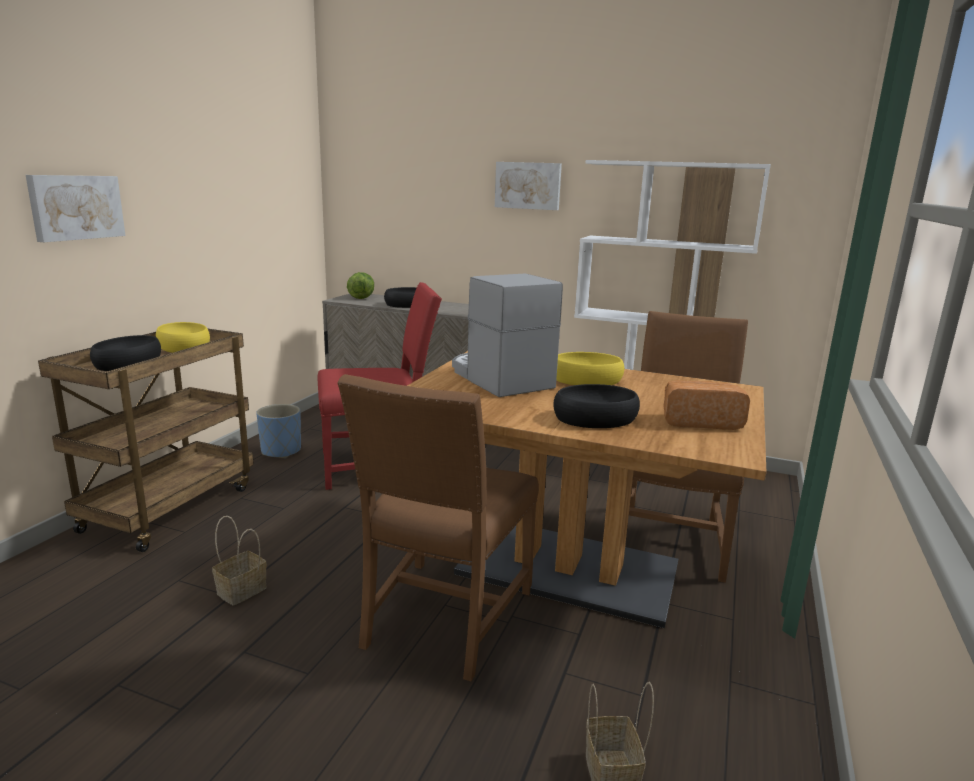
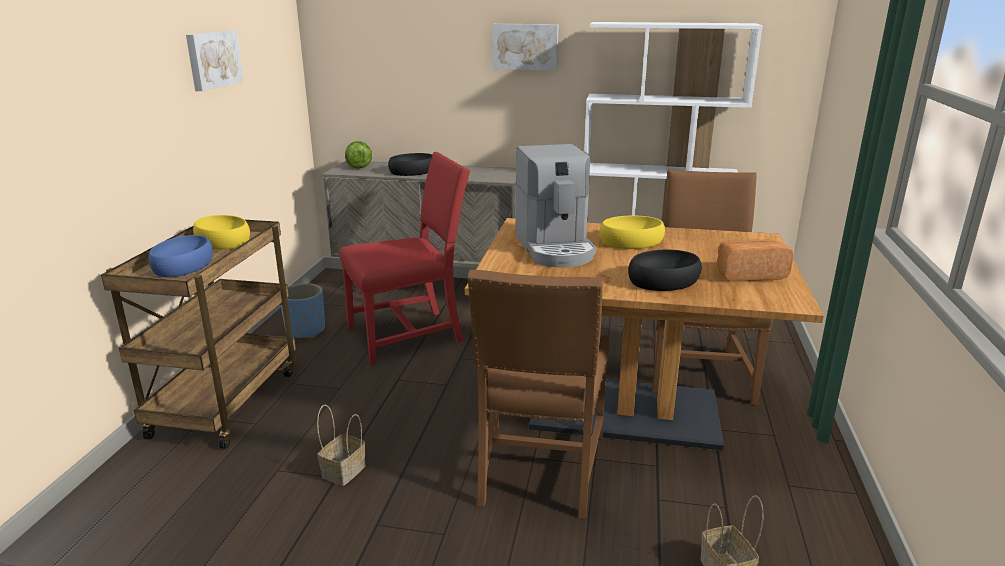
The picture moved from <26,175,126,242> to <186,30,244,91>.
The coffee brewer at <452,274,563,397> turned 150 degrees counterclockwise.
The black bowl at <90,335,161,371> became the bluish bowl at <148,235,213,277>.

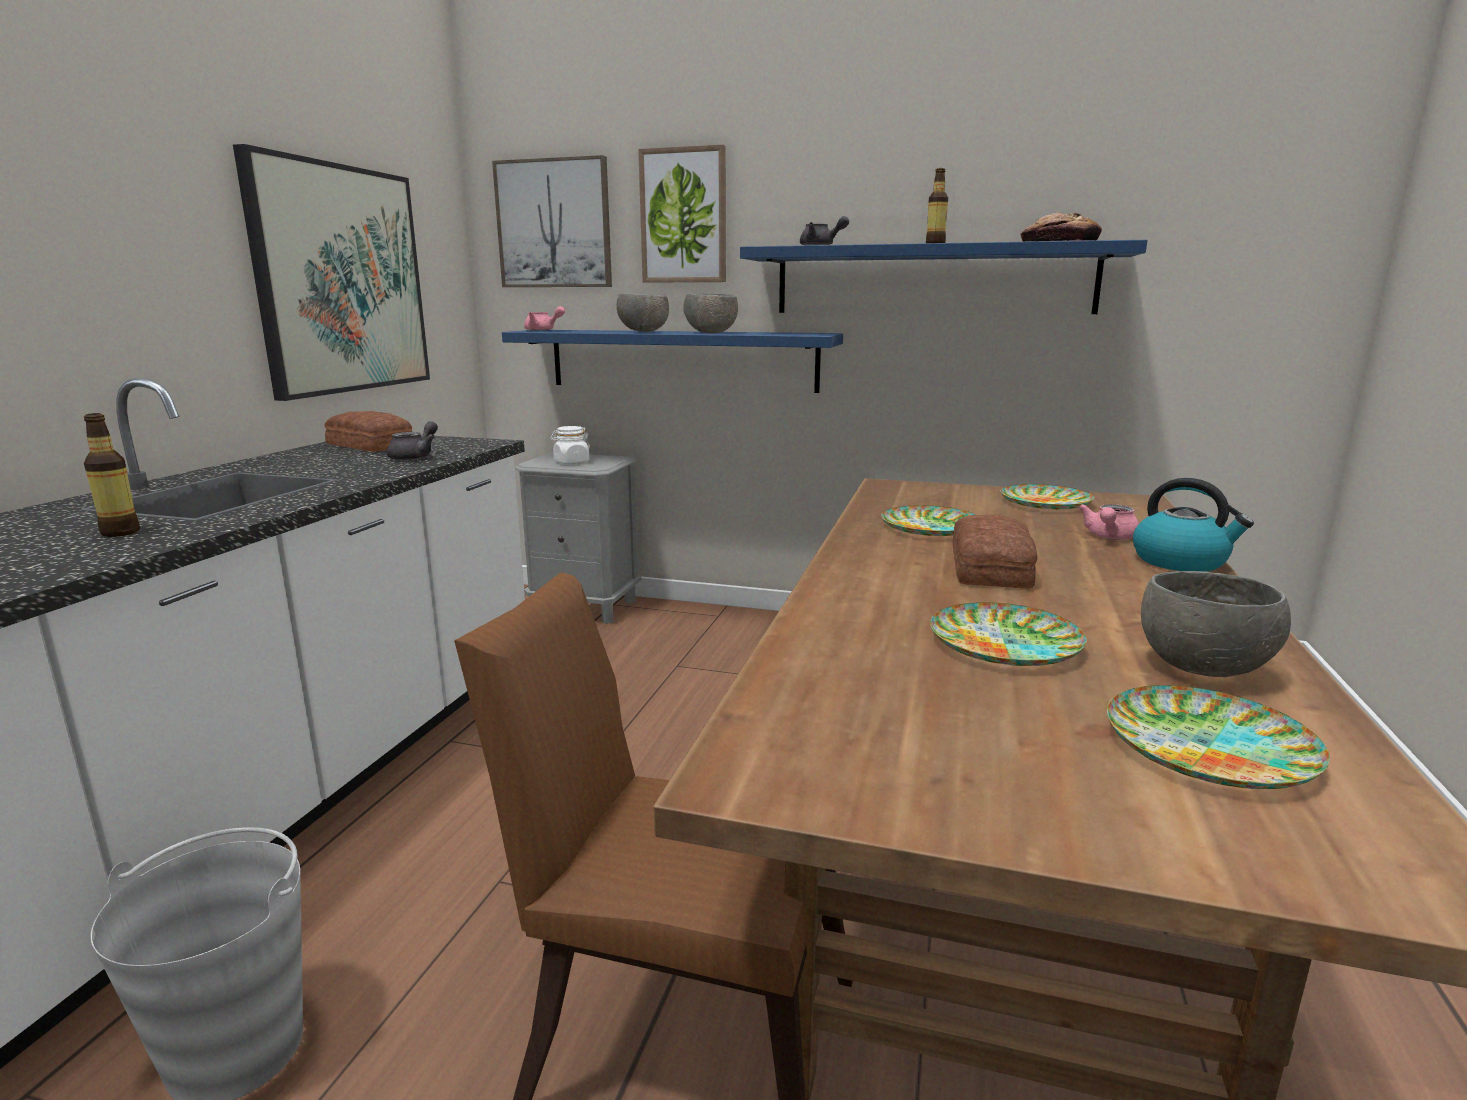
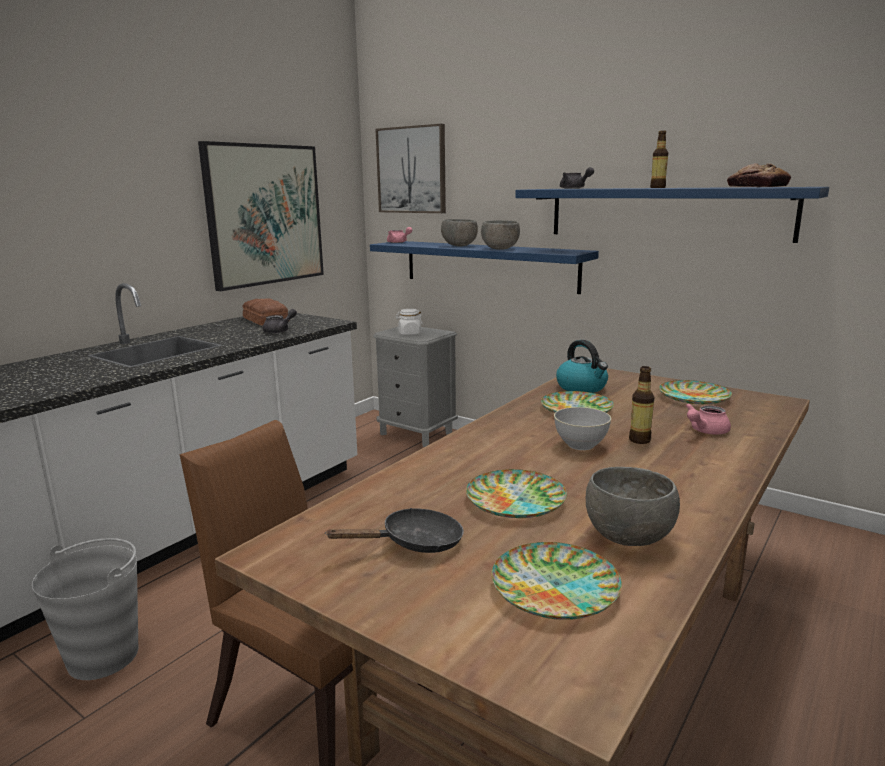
The picture at <638,145,726,283> disappeared.
The drink bottle moved from <84,413,140,537> to <629,366,654,444>.
The kettle moved from <1133,478,1254,572> to <556,340,608,393>.
The bread at <952,515,1037,589> was replaced by the gray bowl at <554,407,611,450>.
The black frying pan at <325,508,464,553> appeared.

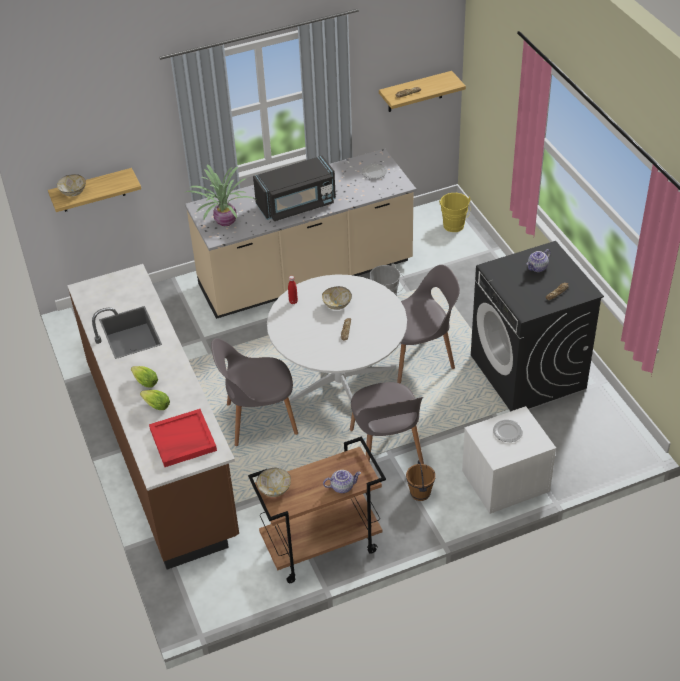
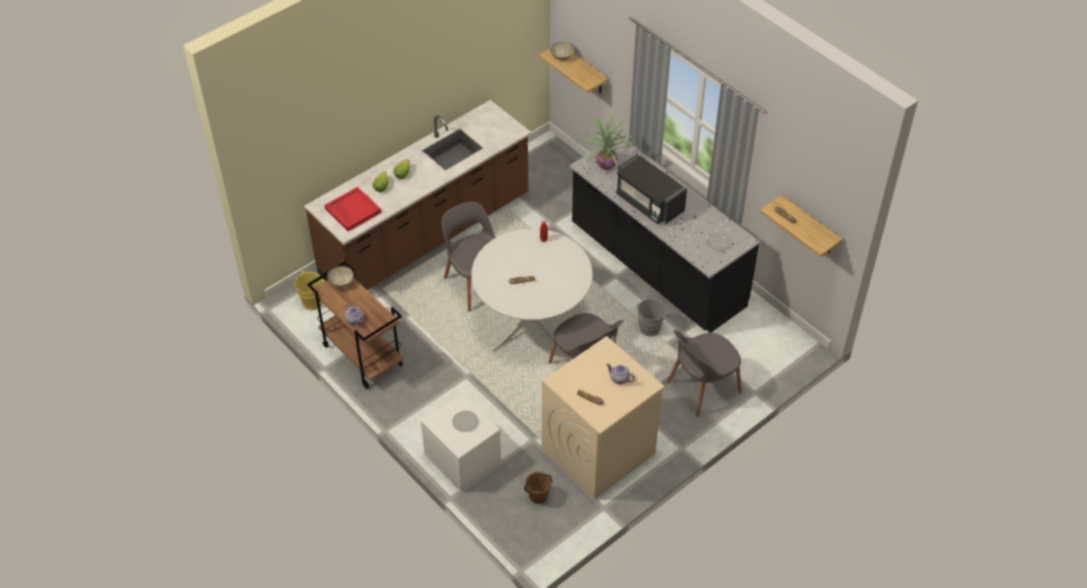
The sand-coloured counter at <185,149,416,319> became the black counter at <570,136,760,333>.
The yellow pail moved from <439,193,470,232> to <291,270,323,310>.
The black laundry appliance at <471,241,604,411> became the sand-coloured laundry appliance at <542,336,665,500>.
The bowl at <322,286,352,310> disappeared.
The gray upright chair moved from <350,382,424,464> to <667,330,742,417>.
The brownish pail moved from <406,460,436,501> to <524,472,553,504>.

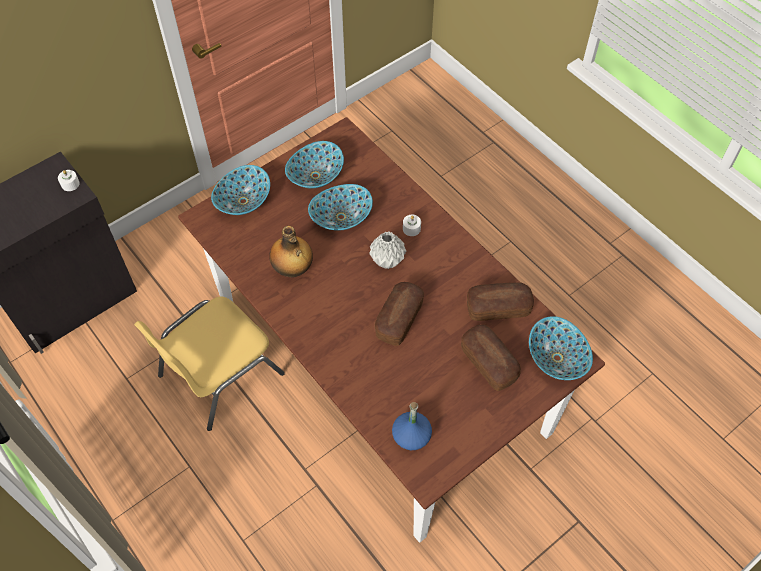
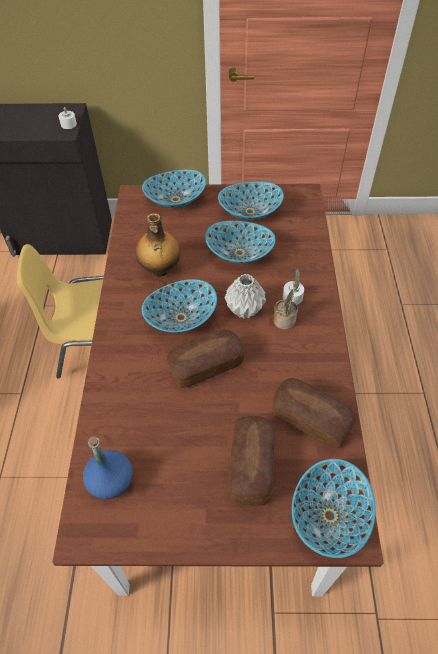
The potted plant at <273,269,300,330> appeared.
The bowl at <142,279,217,333> appeared.

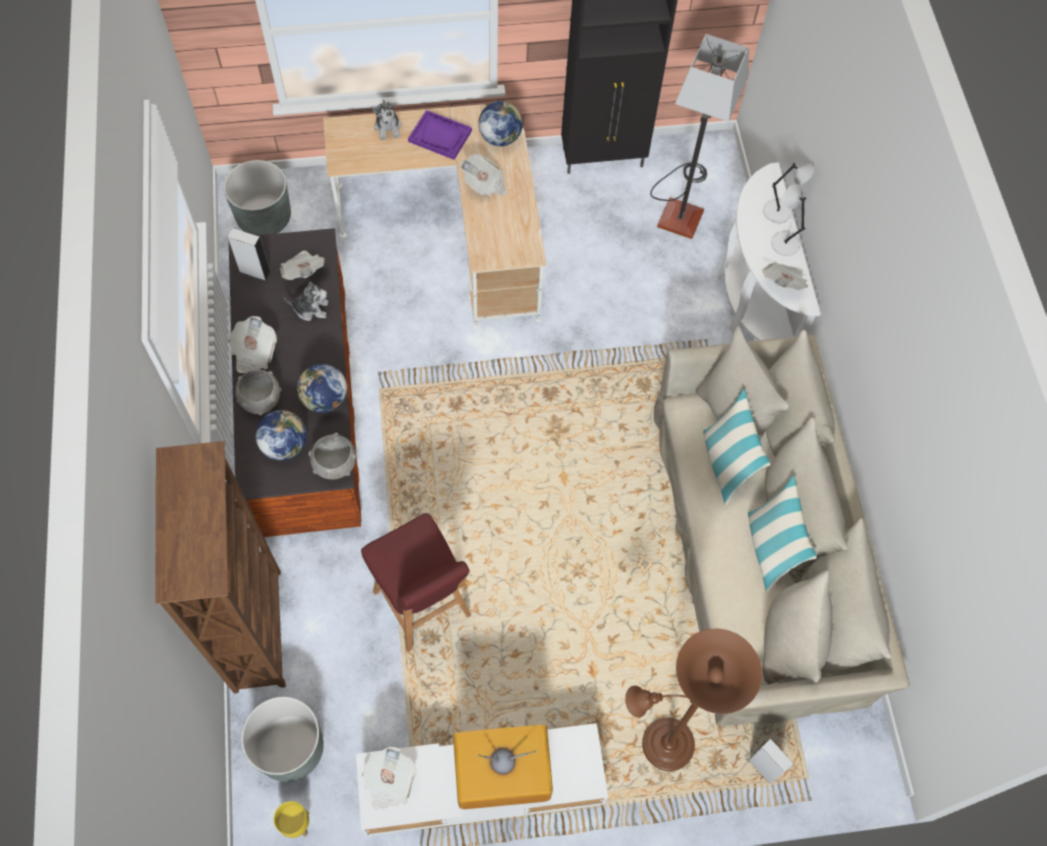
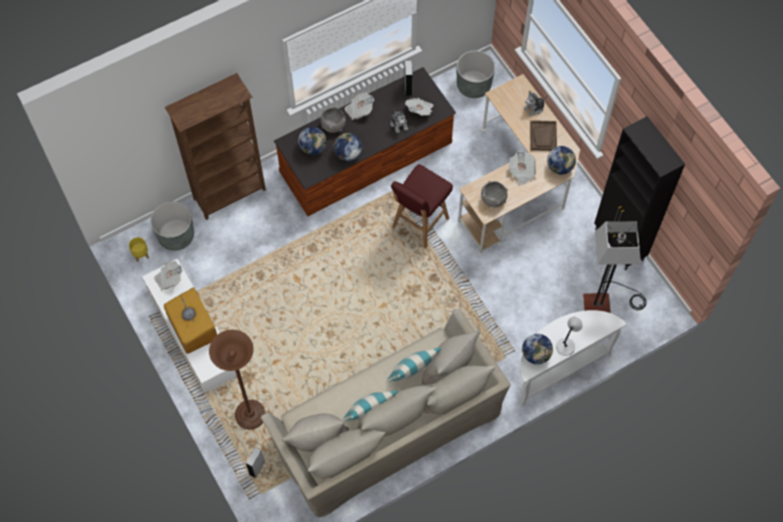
The purplish serving tray at <408,110,472,160> became the brownish serving tray at <530,120,557,151>.
The gray tabletop lamp at <763,163,814,223> disappeared.
The printed paper at <762,262,808,290> was replaced by the desk globe at <522,334,553,365>.
The gray bowl moved from <308,433,356,480> to <481,181,508,208>.
The red stool moved from <361,513,471,652> to <391,164,453,248>.

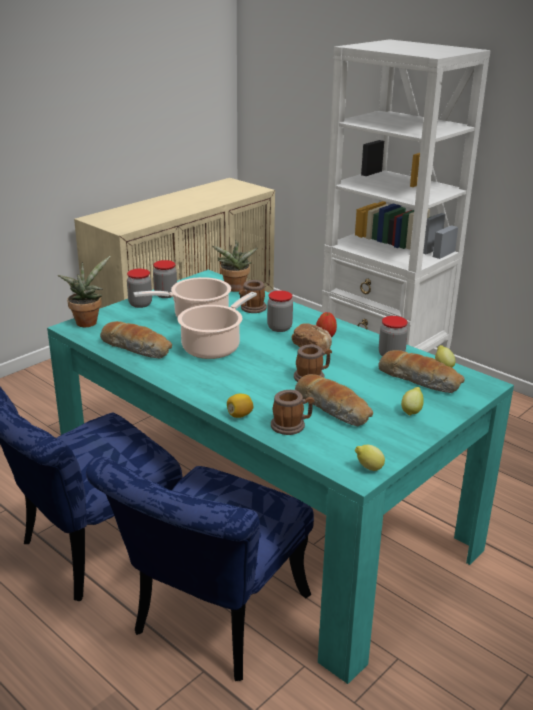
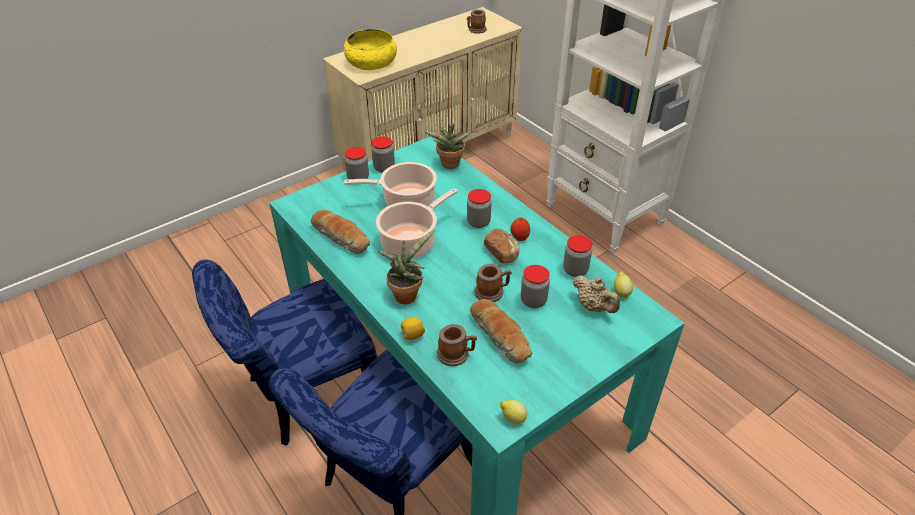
The potted plant moved from <58,256,111,327> to <377,230,435,304>.
The tea mug moved from <239,280,267,313> to <467,9,487,34>.
The bread at <379,350,465,393> was replaced by the sand-coloured teapot at <573,275,620,313>.
The citrus fruit at <401,387,424,416> disappeared.
The yellow bowl at <344,29,397,70> appeared.
The jar at <521,265,550,308> appeared.

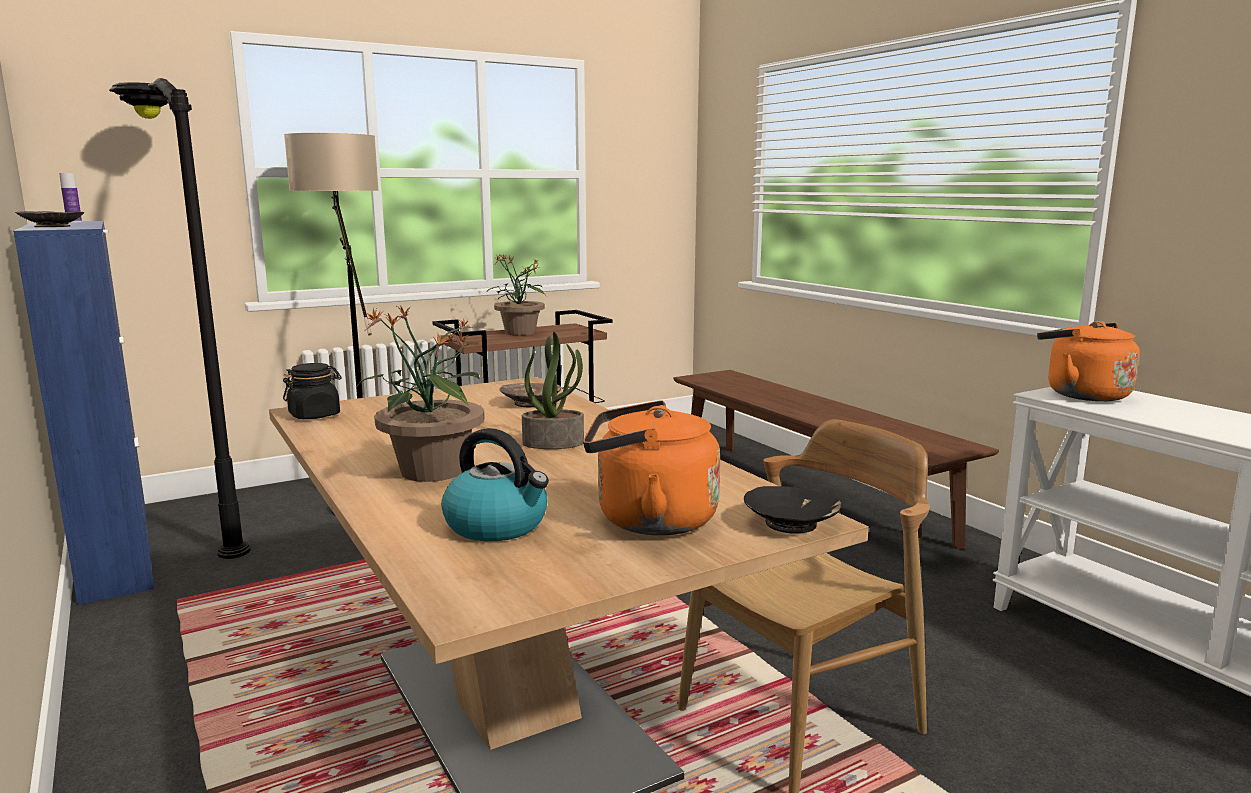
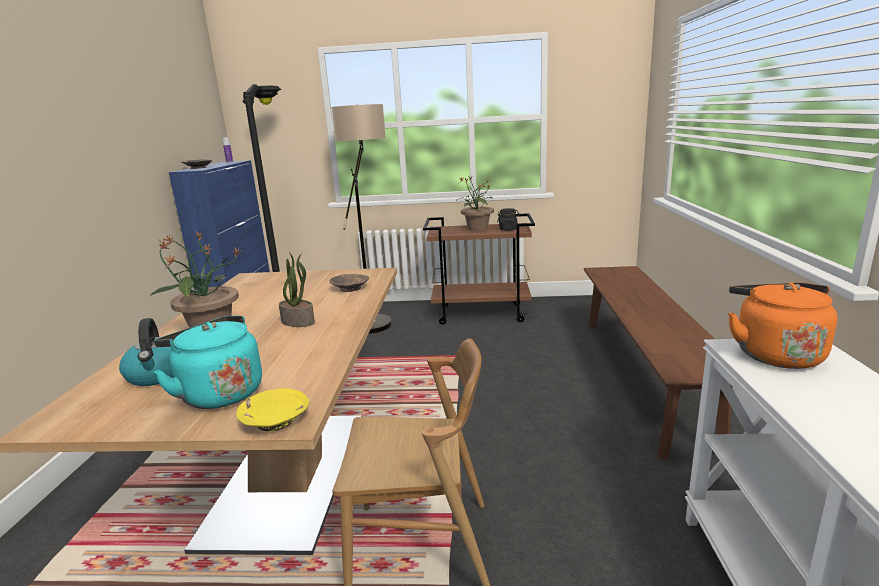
The black jar moved from <283,363,342,419> to <497,208,520,231>.
The orange kettle at <583,400,720,535> became the blue-green kettle at <153,316,262,409>.
The black bowl at <744,486,841,534> became the yellow bowl at <236,388,309,431>.

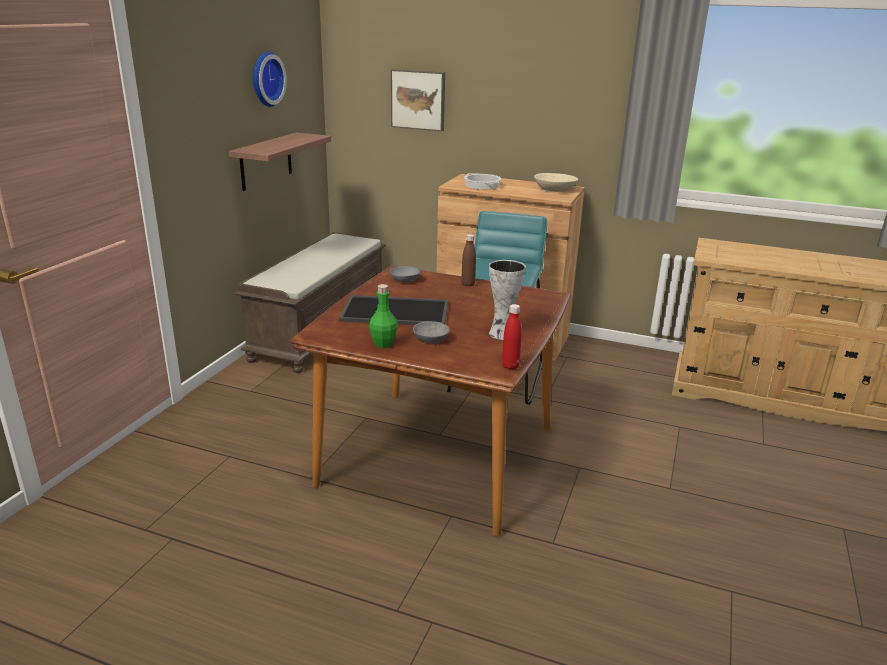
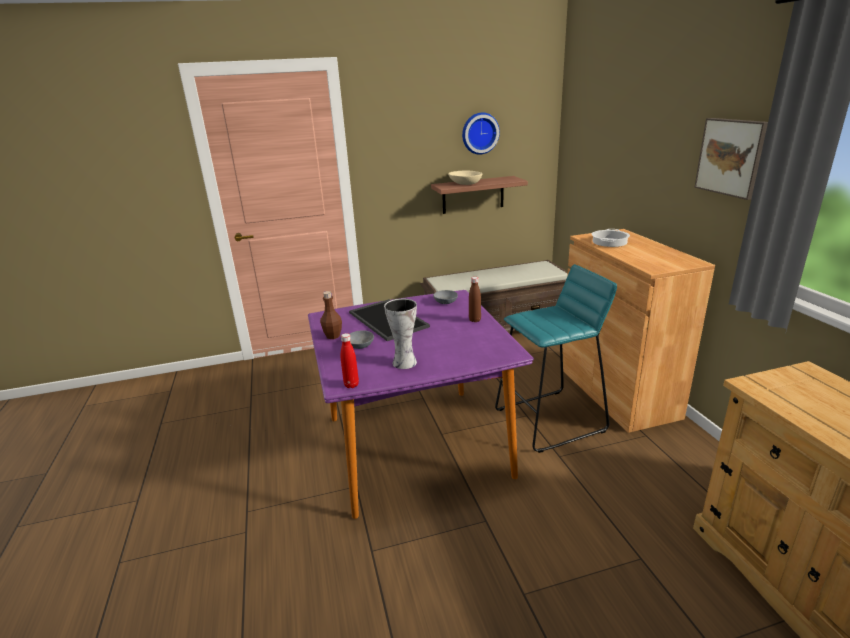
The picture moved from <391,69,445,131> to <694,118,768,200>.
The sand-coloured bowl moved from <534,173,578,192> to <448,171,483,185>.
The brownish dining table at <290,266,571,536> became the purplish dining table at <308,290,534,519>.
The green drink bottle at <369,284,397,348> became the brownish drink bottle at <320,291,342,339>.

